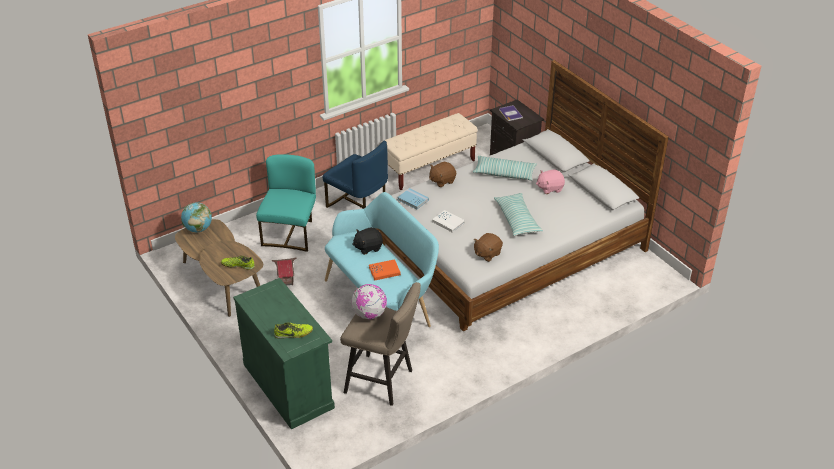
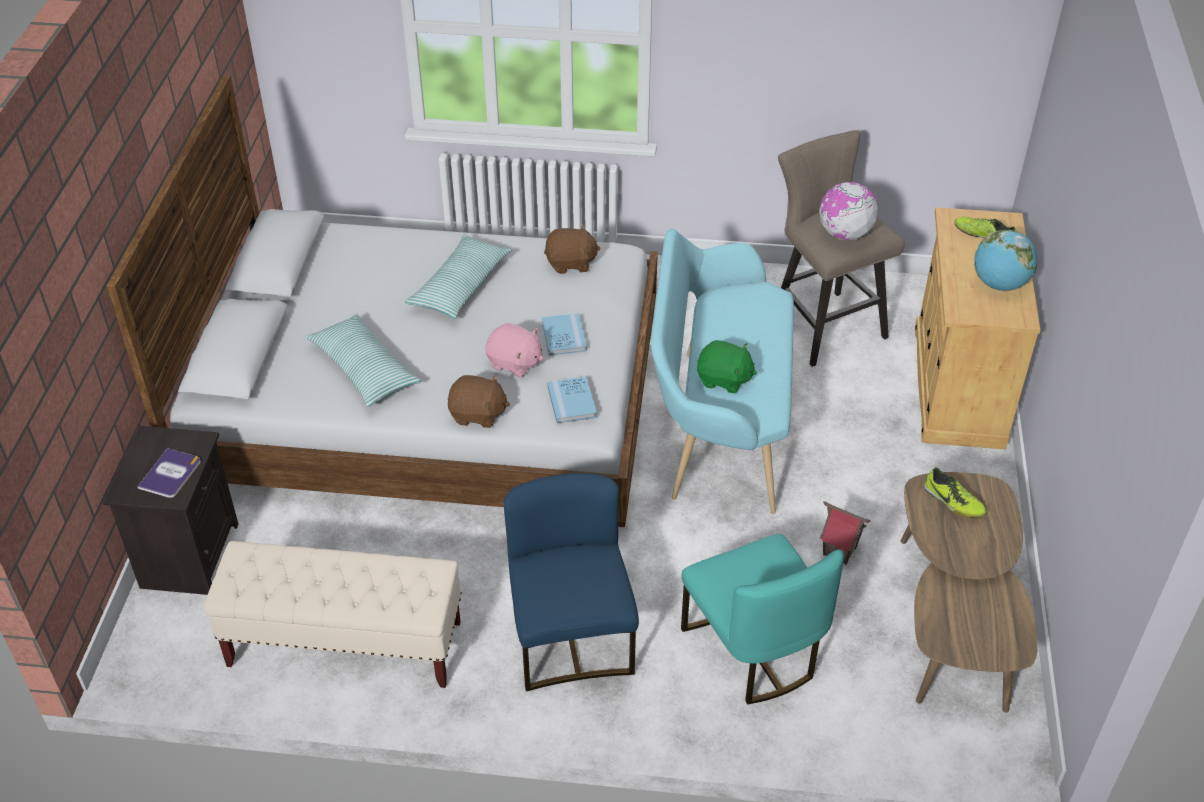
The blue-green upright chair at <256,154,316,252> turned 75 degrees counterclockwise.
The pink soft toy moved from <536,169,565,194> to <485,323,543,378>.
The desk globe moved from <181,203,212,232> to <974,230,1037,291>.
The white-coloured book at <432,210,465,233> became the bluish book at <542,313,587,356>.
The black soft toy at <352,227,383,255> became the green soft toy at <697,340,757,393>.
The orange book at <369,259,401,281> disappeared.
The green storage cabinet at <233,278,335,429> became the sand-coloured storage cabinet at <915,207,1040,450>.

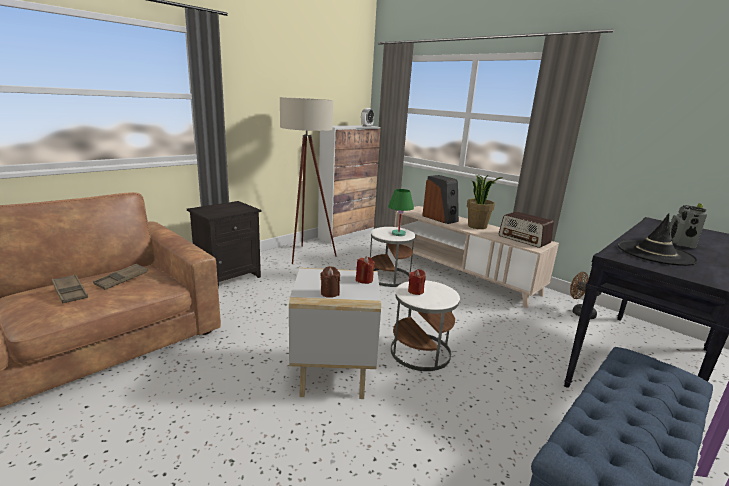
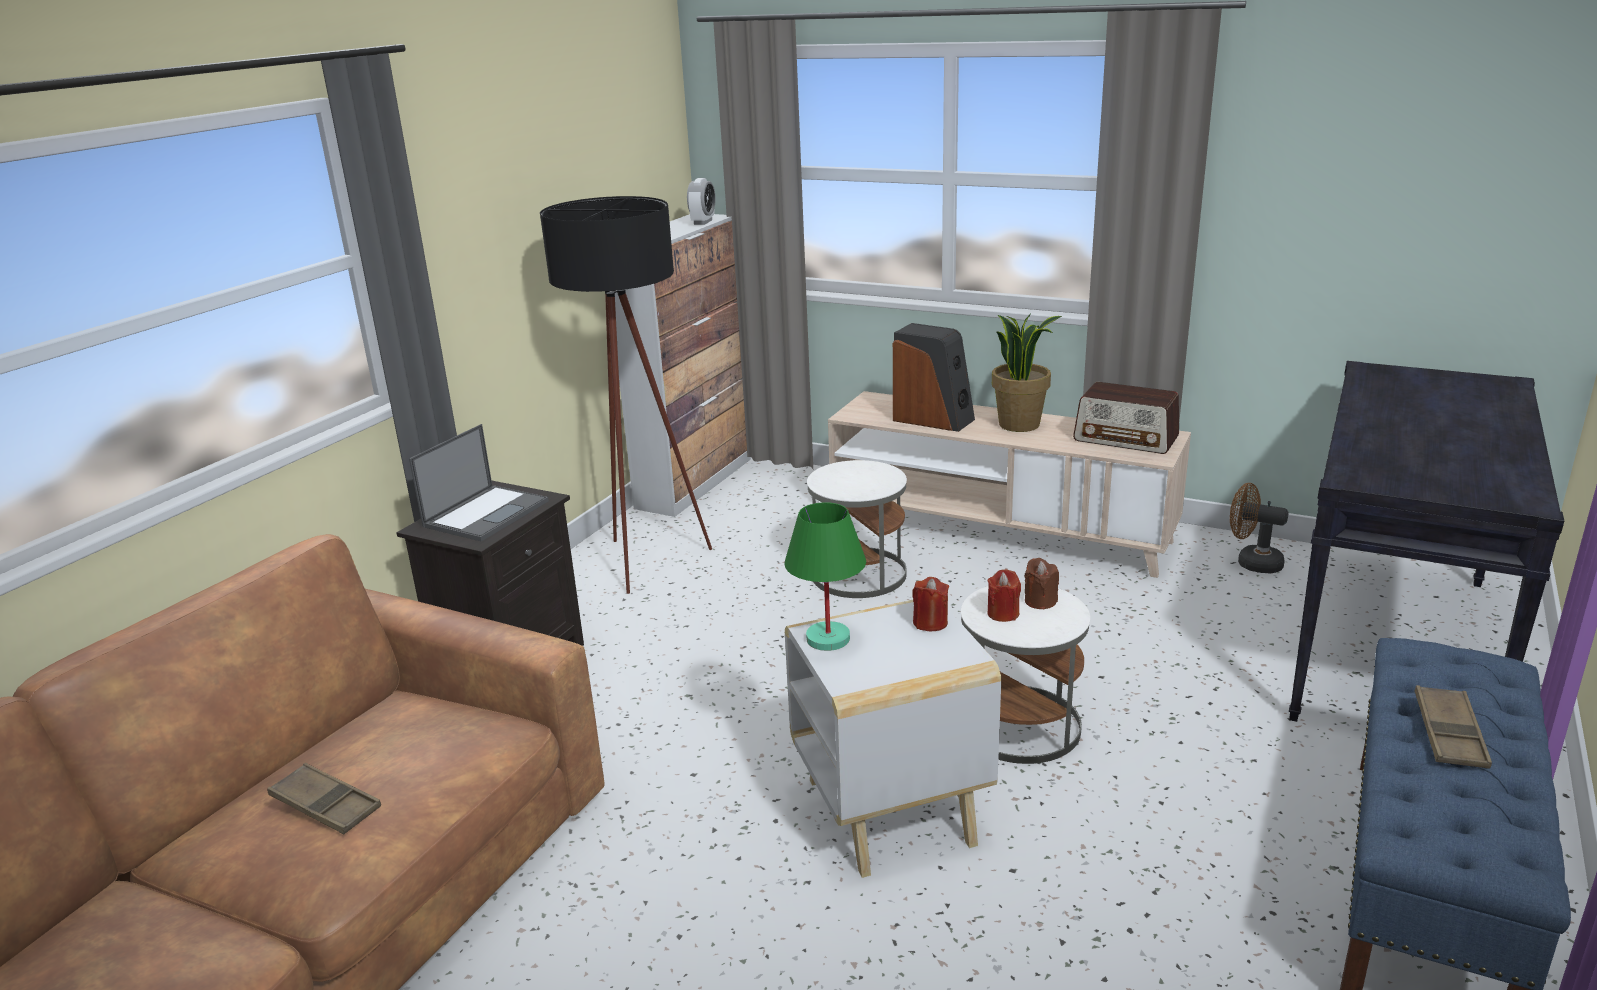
The sand-coloured standard lamp at <280,97,337,264> became the black standard lamp at <540,196,712,594>.
The green tabletop lamp moved from <388,189,414,236> to <784,502,866,651>.
The radio receiver at <670,203,707,249> disappeared.
The black wearable hat at <617,213,698,266> disappeared.
The brownish serving tray moved from <93,264,148,290> to <1415,685,1492,769>.
The brownish candle moved from <320,266,340,298> to <1025,558,1059,609>.
The notebook computer at <409,424,549,542> appeared.

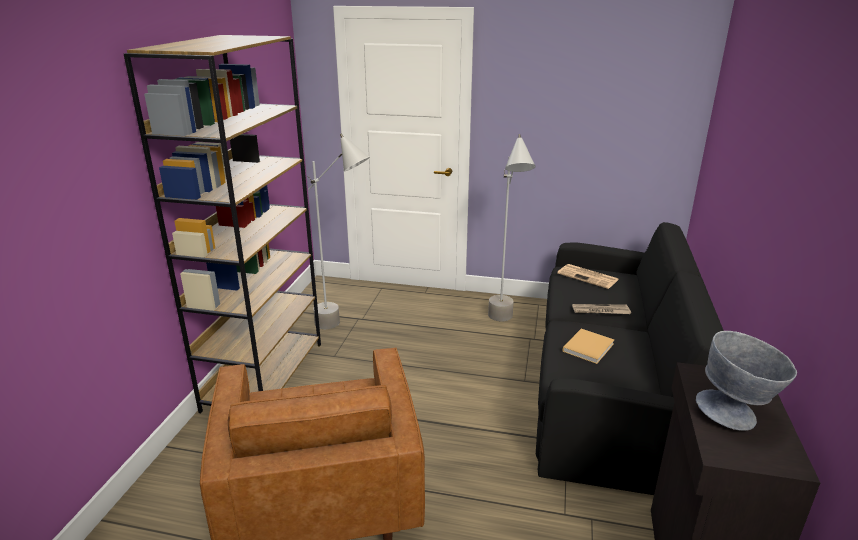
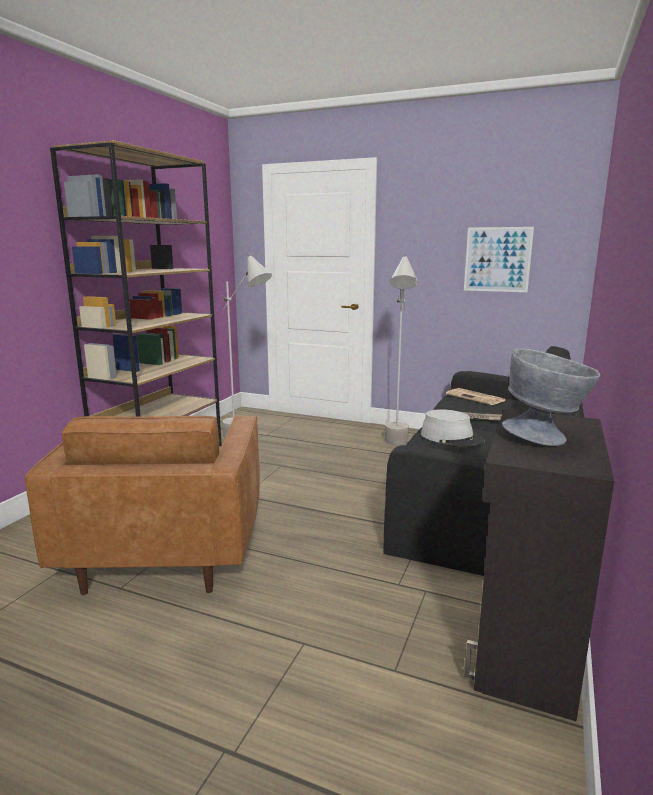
The sand-coloured book at <562,329,614,364> was replaced by the gray wearable hat at <421,409,485,447>.
The picture at <464,227,534,292> appeared.

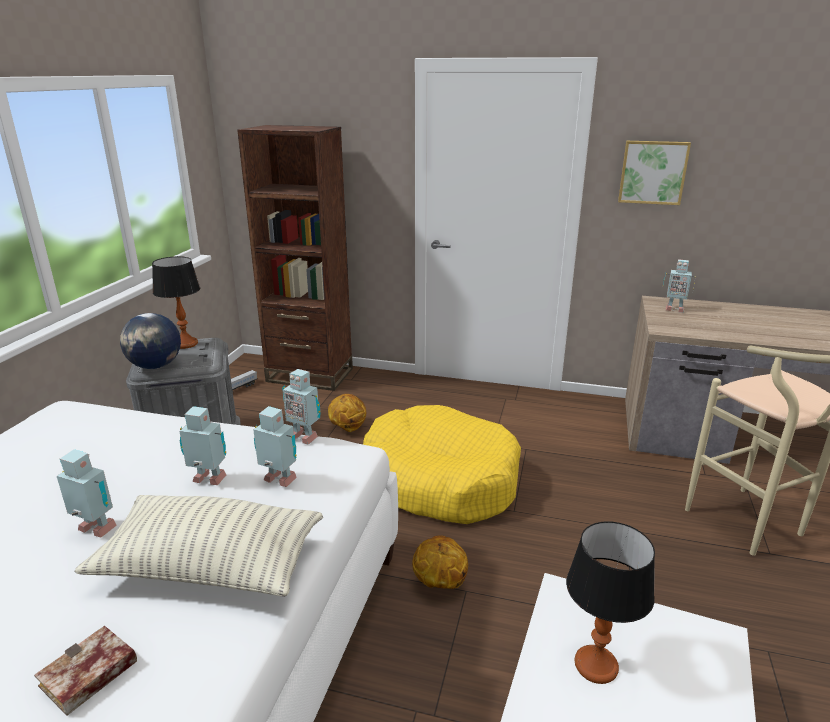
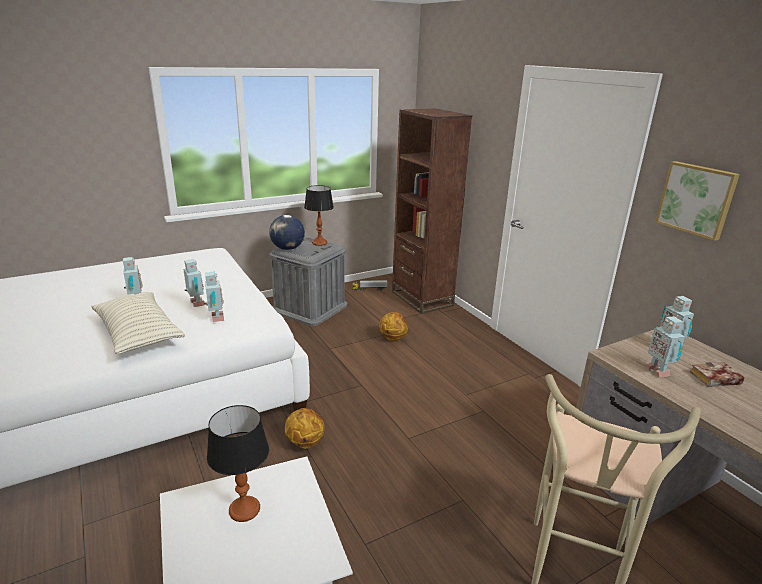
The model robot moved from <282,369,321,445> to <645,316,685,378>.
The yellow pet bed at <363,405,521,524> disappeared.
The book moved from <34,626,137,716> to <690,362,744,387>.

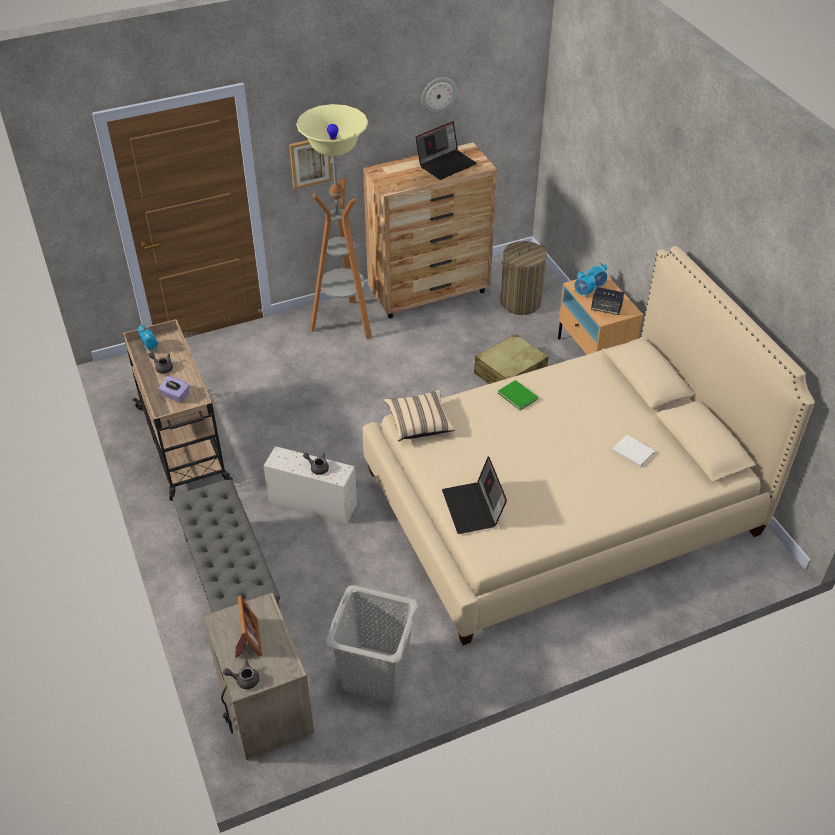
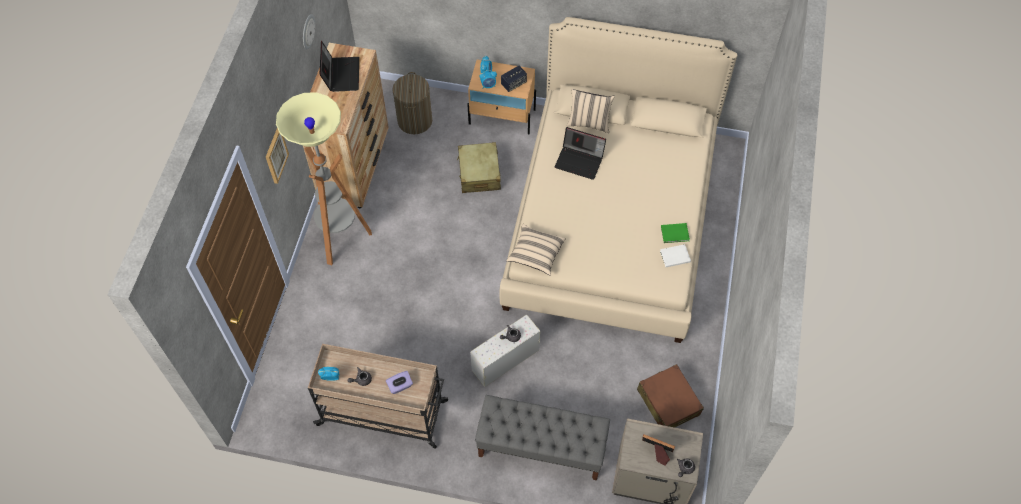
The green book moved from <498,380,538,410> to <661,223,690,243>.
The white-coloured book moved from <612,435,655,468> to <660,244,691,267>.
The notebook computer moved from <442,457,507,534> to <555,127,606,180>.
The gray laundry basket at <325,585,419,702> was replaced by the brownish travel case at <637,364,704,428>.
The sand-coloured throw pillow at <567,89,615,133> appeared.

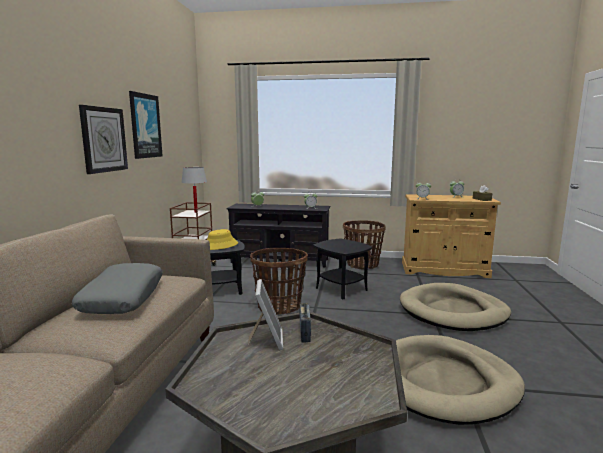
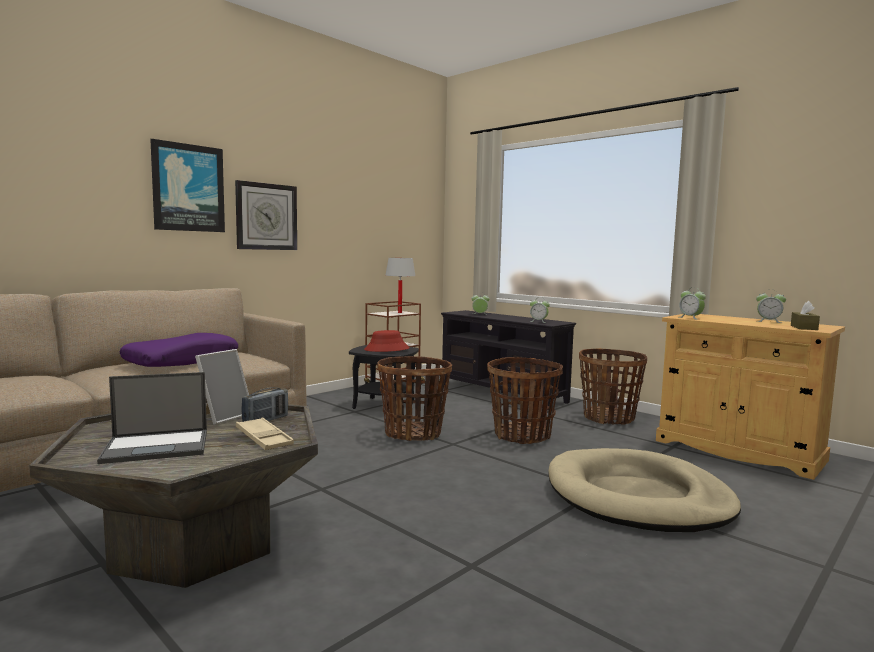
The picture moved from <129,91,162,159> to <150,139,225,232>.
The yellow wearable hat at <207,229,238,250> became the red wearable hat at <364,330,410,352>.
The black end table at <313,239,372,299> was replaced by the household basket at <487,357,563,444>.
The gray throw pillow at <72,263,163,314> became the purplish throw pillow at <120,333,238,367>.
The sand-coloured pet bed at <396,335,525,425> disappeared.
The notebook computer at <97,372,207,464> appeared.
The sand-coloured serving tray at <236,418,294,450> appeared.

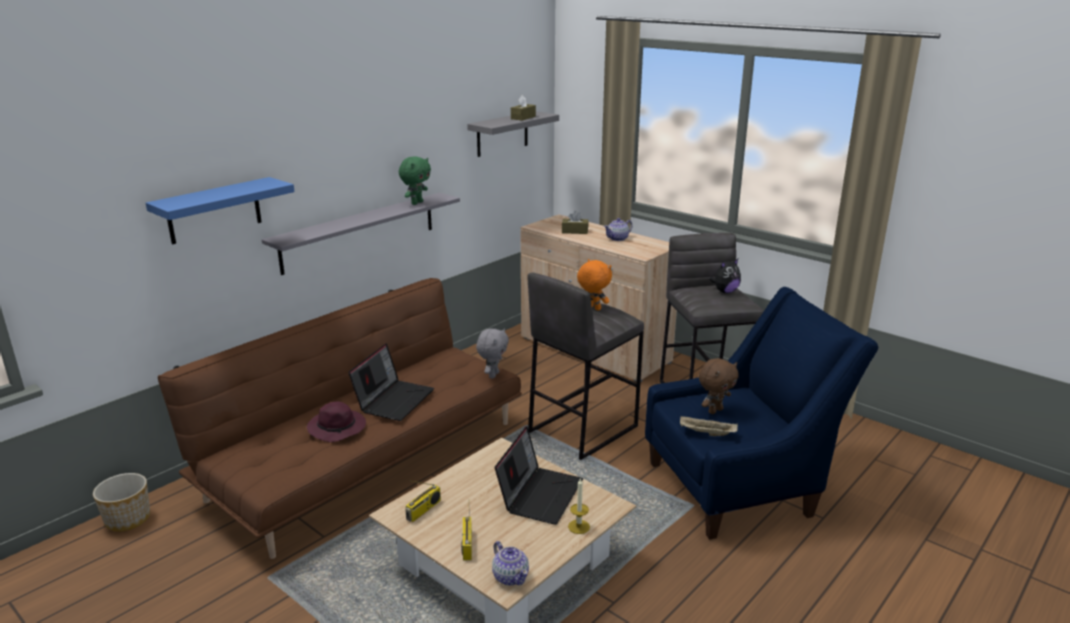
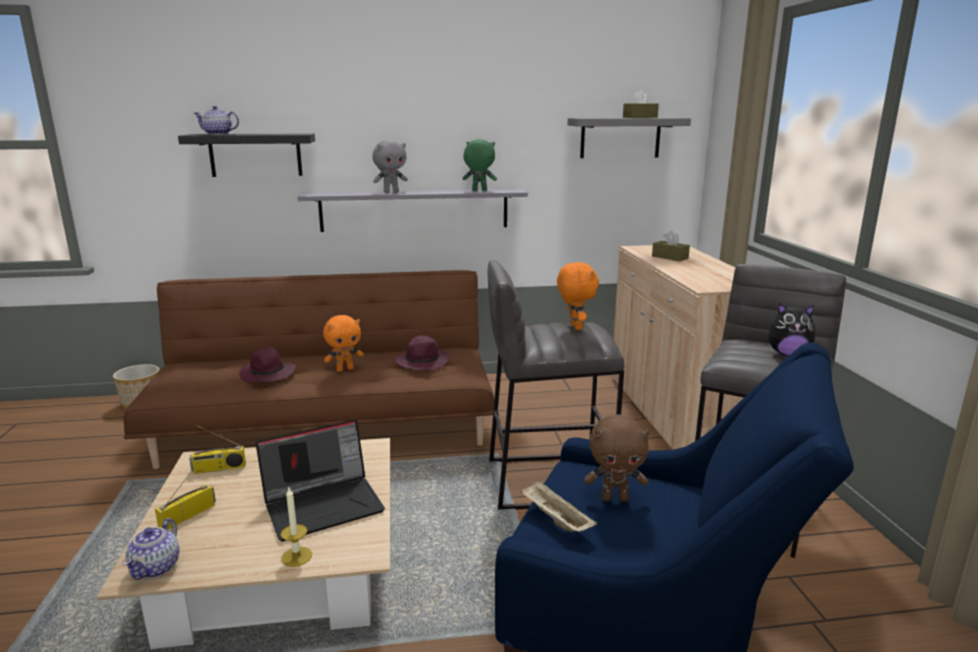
The green soft toy at <399,156,431,205> turned 150 degrees counterclockwise.
The bluish shelf at <146,177,295,244> became the black shelf at <178,133,315,177>.
The teapot moved from <604,218,632,241> to <194,106,239,135>.
The gray soft toy moved from <476,328,509,378> to <372,140,408,193>.
The notebook computer at <348,343,434,421> was replaced by the orange soft toy at <323,315,364,372>.
The purplish wearable hat at <395,336,450,371> appeared.

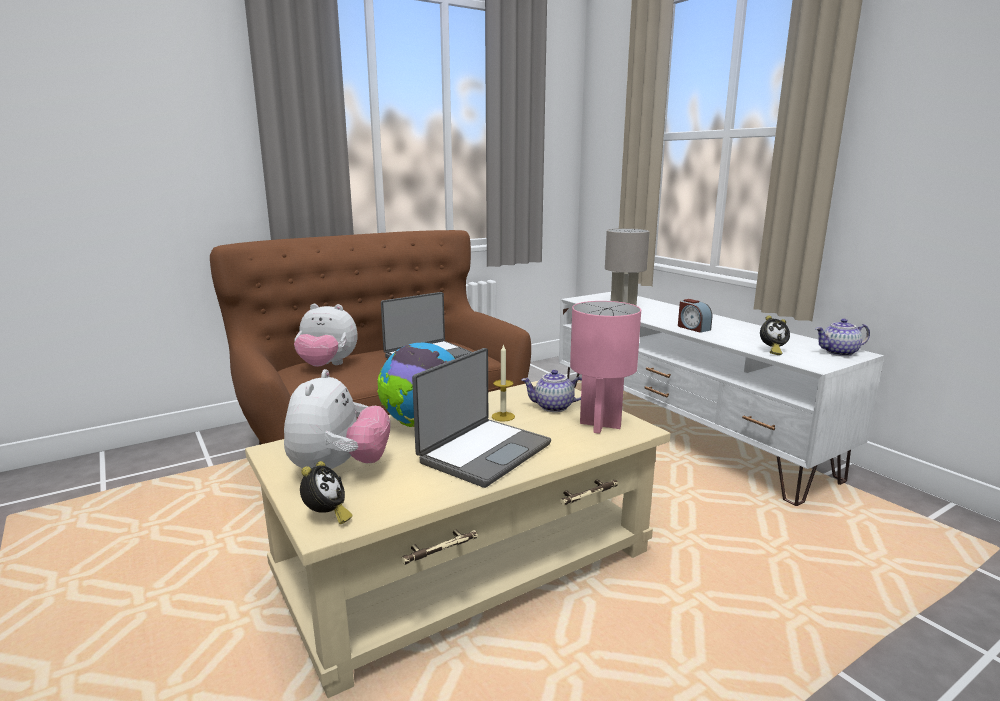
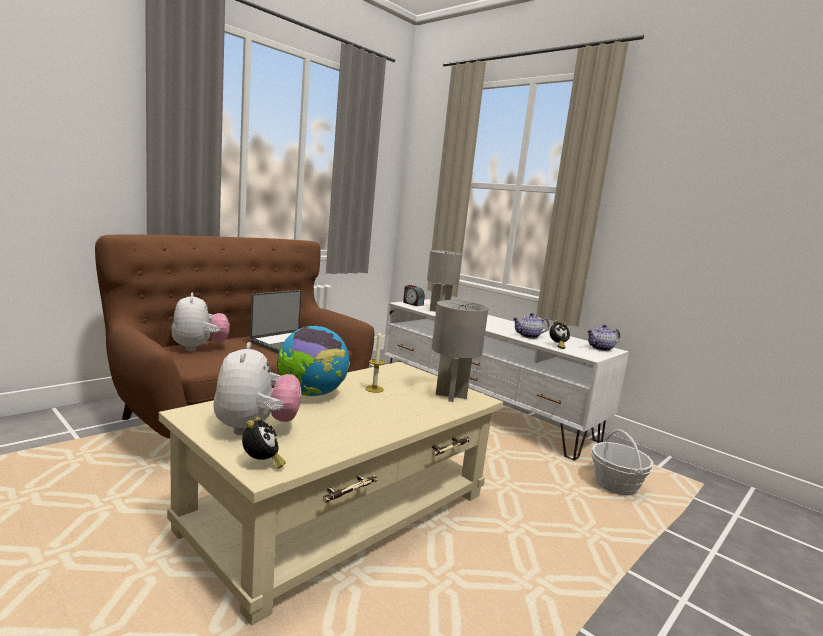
The alarm clock moved from <678,299,712,333> to <403,285,425,306>.
The pink tabletop lamp at <570,301,641,434> became the gray tabletop lamp at <432,300,488,402>.
The soft toy at <294,304,357,367> turned 105 degrees counterclockwise.
The notebook computer at <412,348,551,488> disappeared.
The teapot moved from <521,370,582,412> to <512,313,549,339>.
The household basket at <591,429,653,495> appeared.

